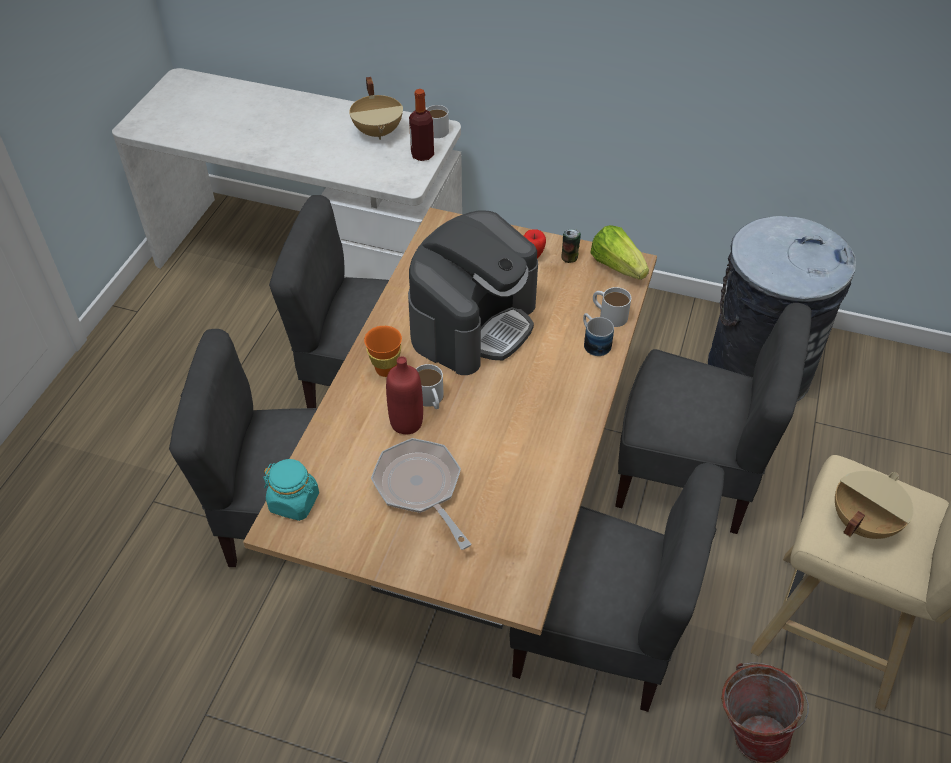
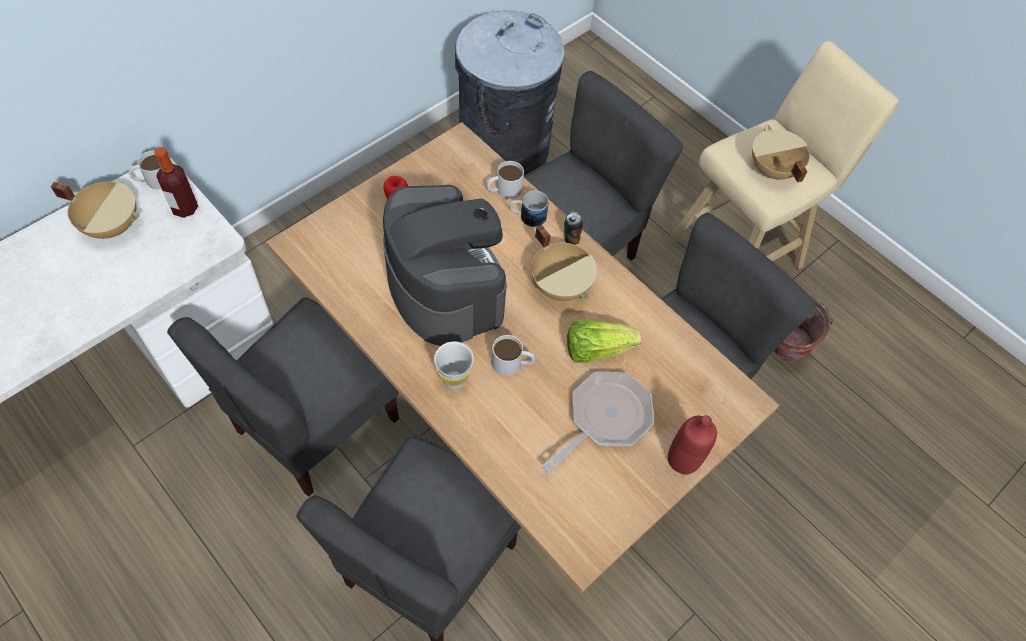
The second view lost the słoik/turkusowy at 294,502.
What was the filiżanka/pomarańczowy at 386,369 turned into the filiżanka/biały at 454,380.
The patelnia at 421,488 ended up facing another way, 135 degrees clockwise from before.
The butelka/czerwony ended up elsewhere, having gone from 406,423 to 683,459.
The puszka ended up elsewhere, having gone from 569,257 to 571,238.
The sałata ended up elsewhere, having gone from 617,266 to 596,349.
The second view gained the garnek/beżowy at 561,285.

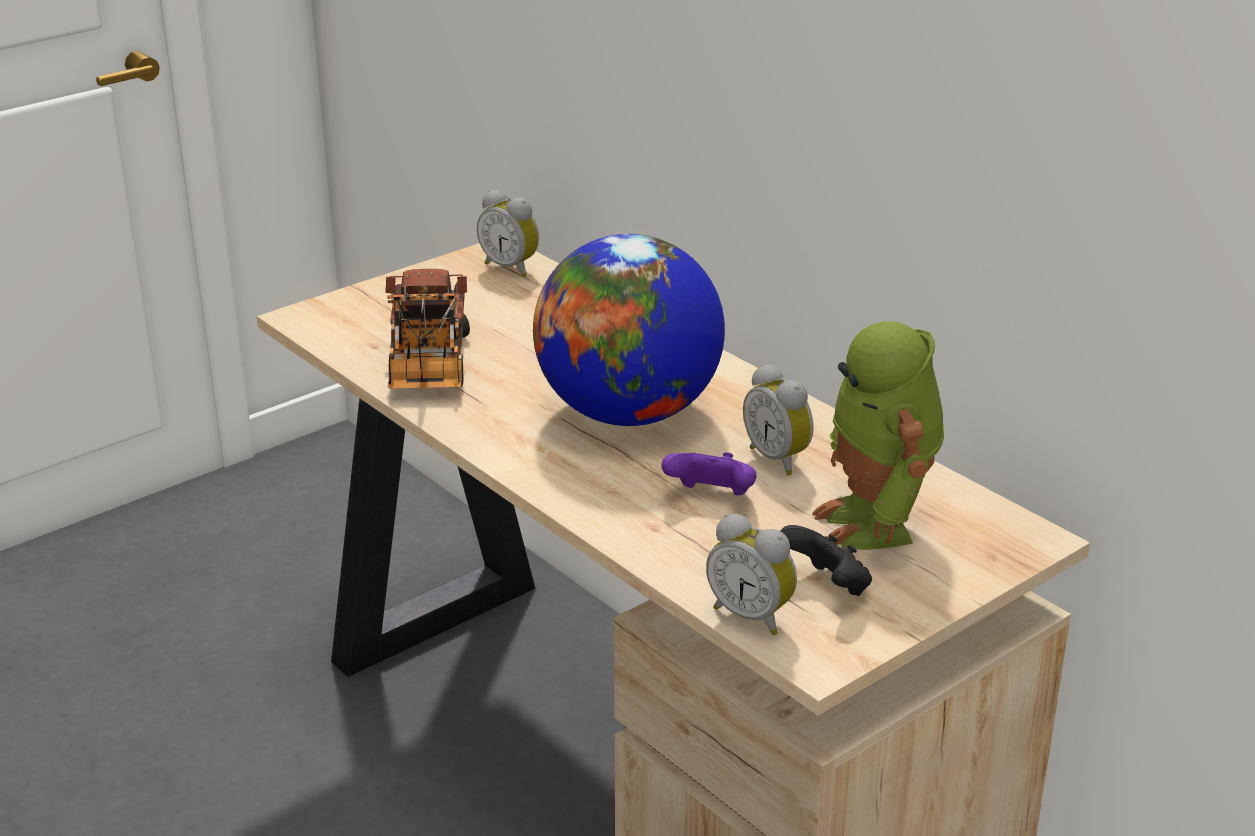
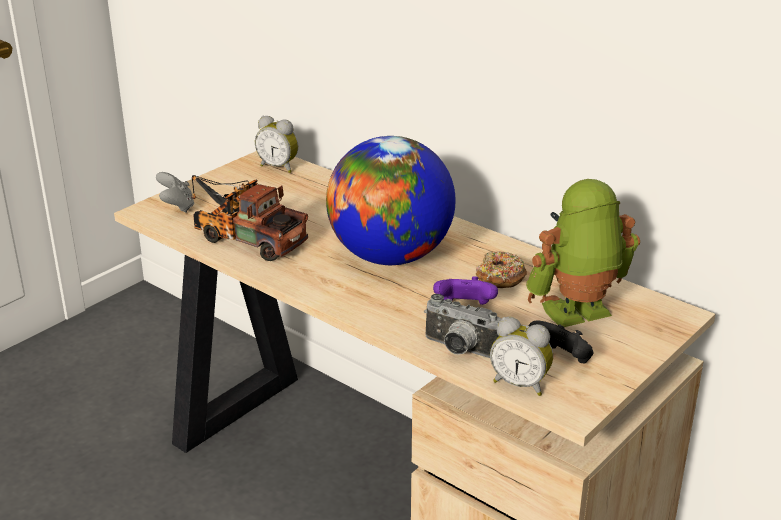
The ciężarówka zabawkowa at 428,369 ended up facing another way, 135 degrees clockwise from before.
Where the budzik stood at 779,458, the donut came to stand at 500,277.
The robot zabawkowy at 877,523 ended up facing another way, 90 degrees clockwise from before.
The second view gained the pad do gier/szary at 177,207.
The second view gained the aparat fotograficzny at 458,350.

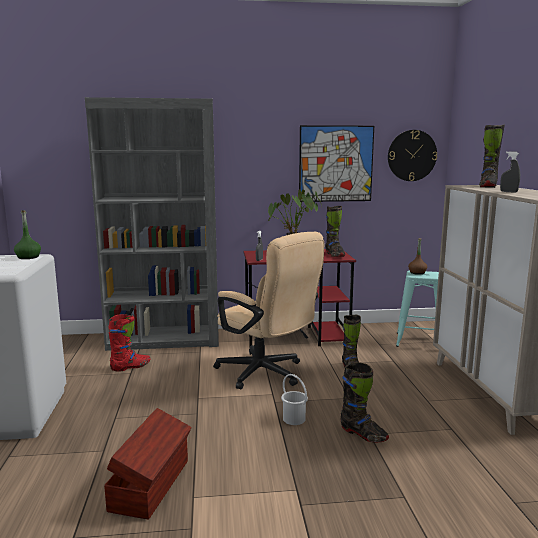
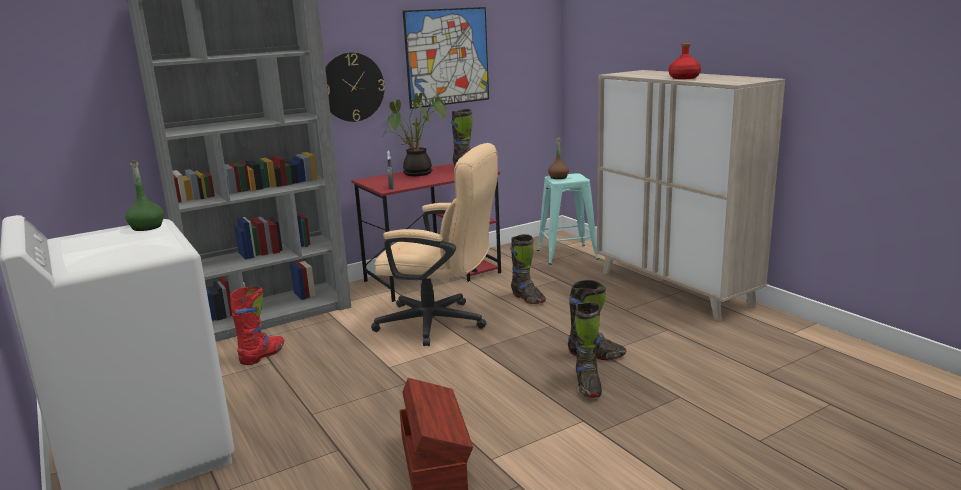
The second view lost the wiadro/biały at 294,419.
The zegar ścienny ended up elsewhere, having gone from 412,155 to 352,87.
The but z cholewką/czarny ended up elsewhere, having gone from 488,186 to 588,386.
Where the spryskiwacz/szary stood at 508,192, the butelka/czerwony came to stand at 683,78.

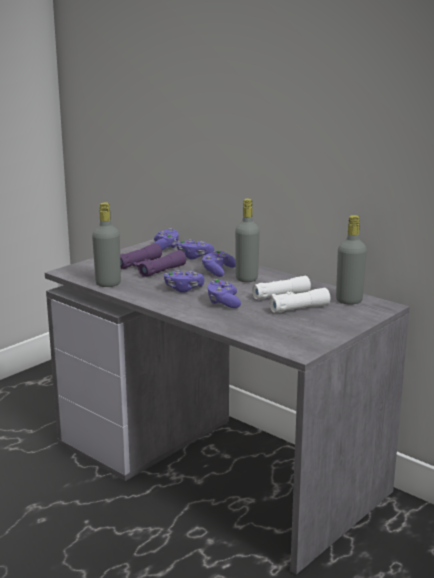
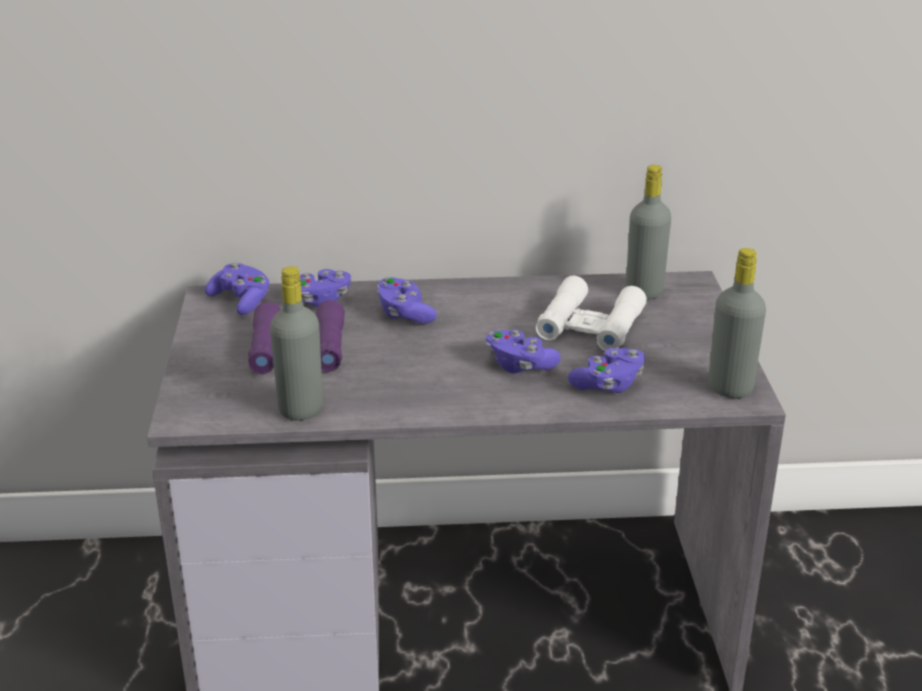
The pad do gier/fioletowy ended up elsewhere, having gone from 183,289 to 608,384.
The butelka/szary ended up elsewhere, having gone from 246,279 to 730,388.

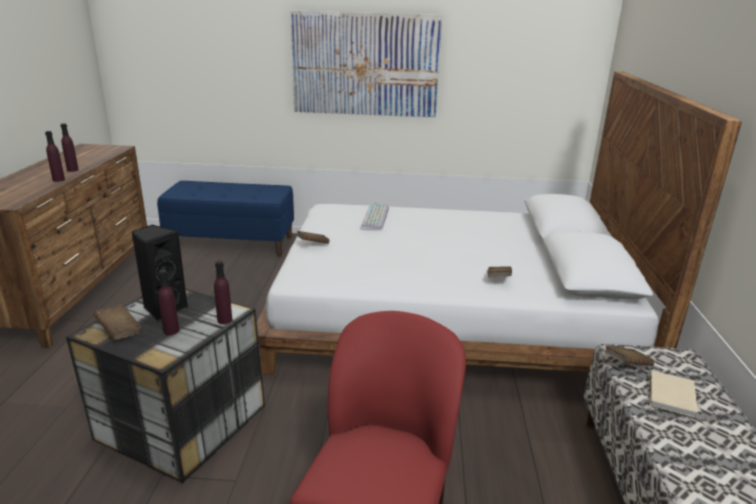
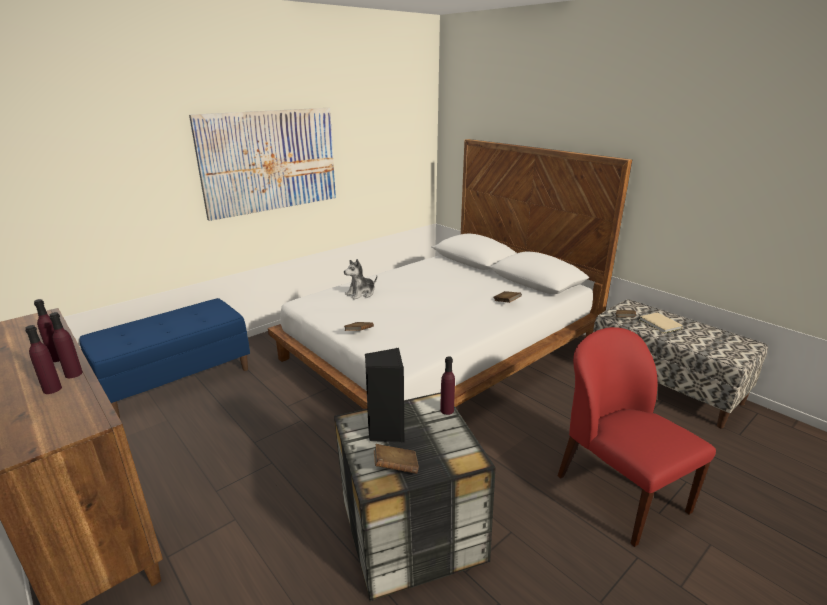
The butelka/fioletowy ended up elsewhere, having gone from 171,331 to 52,389.
Where the klawiatura stood at 376,217, the pluszak came to stand at 361,293.

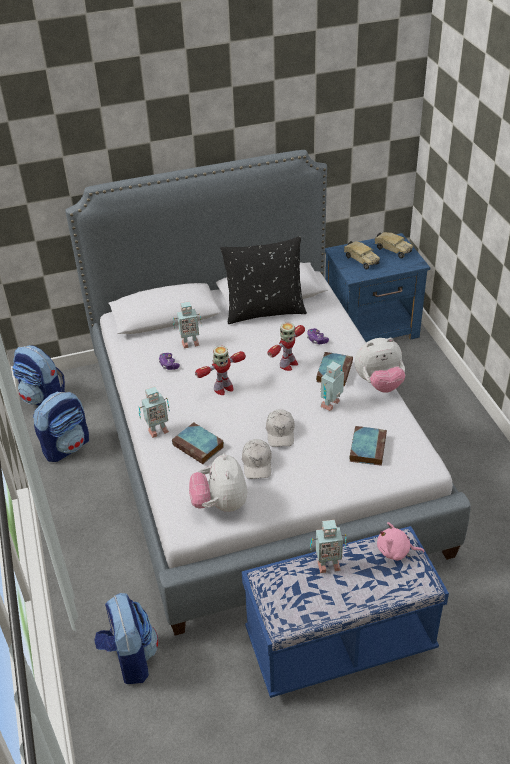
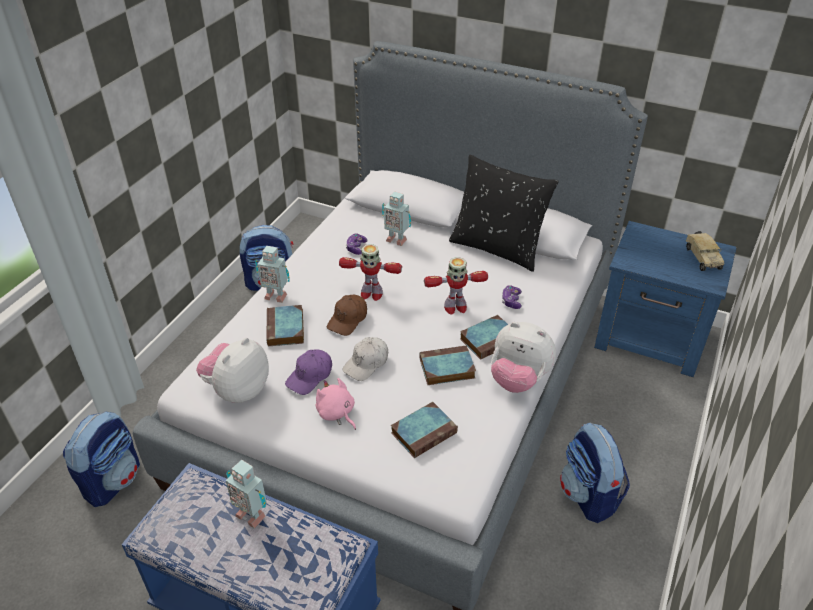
The plecak ended up elsewhere, having gone from 44,399 to 589,495.
What was the czapka z daszkiem/biały at 257,463 turned into the czapka z daszkiem/fioletowy at 310,376.
Where the robot zabawkowy stood at 332,404, the książka came to stand at 446,369.
The second view lost the ciężarówka zabawkowa at 360,260.
The pluszak/różowy ended up elsewhere, having gone from 396,551 to 336,413.
The second view gained the czapka z daszkiem/brązowy at 348,319.

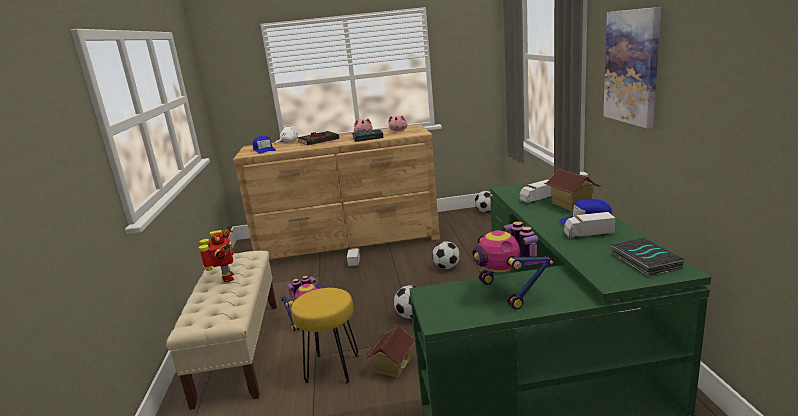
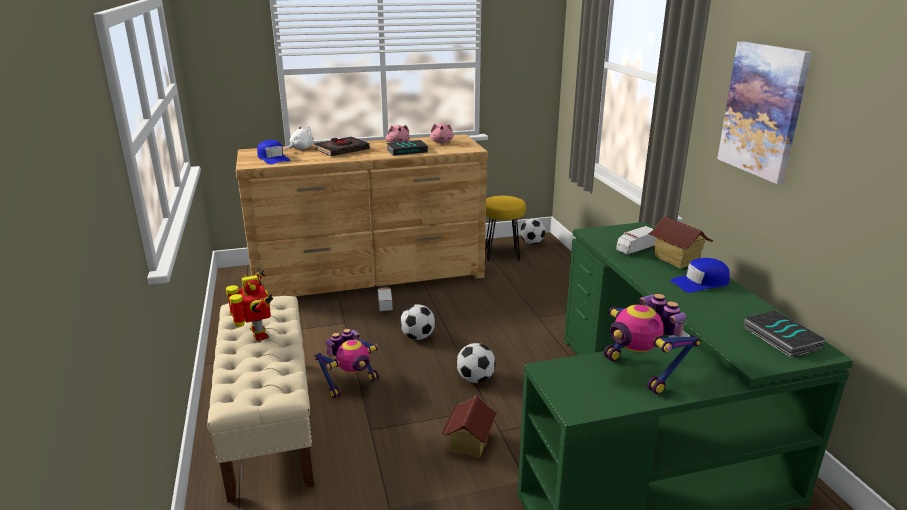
The stołek/żółty ended up elsewhere, having gone from 332,368 to 501,253.
The piłka futbolowa ended up elsewhere, having gone from 447,267 to 418,337.
The second view lost the ciężarówka zabawkowa at 588,234.

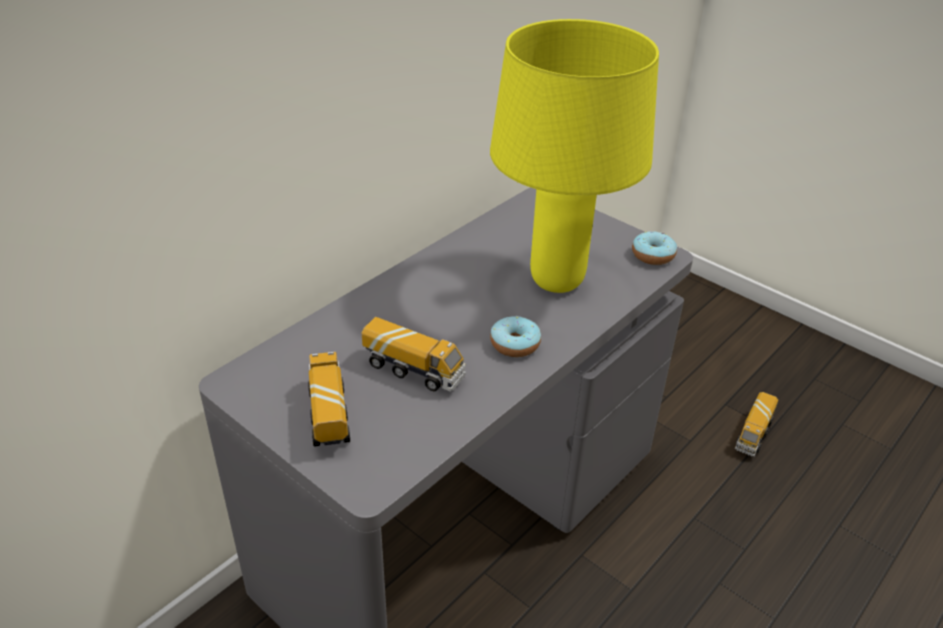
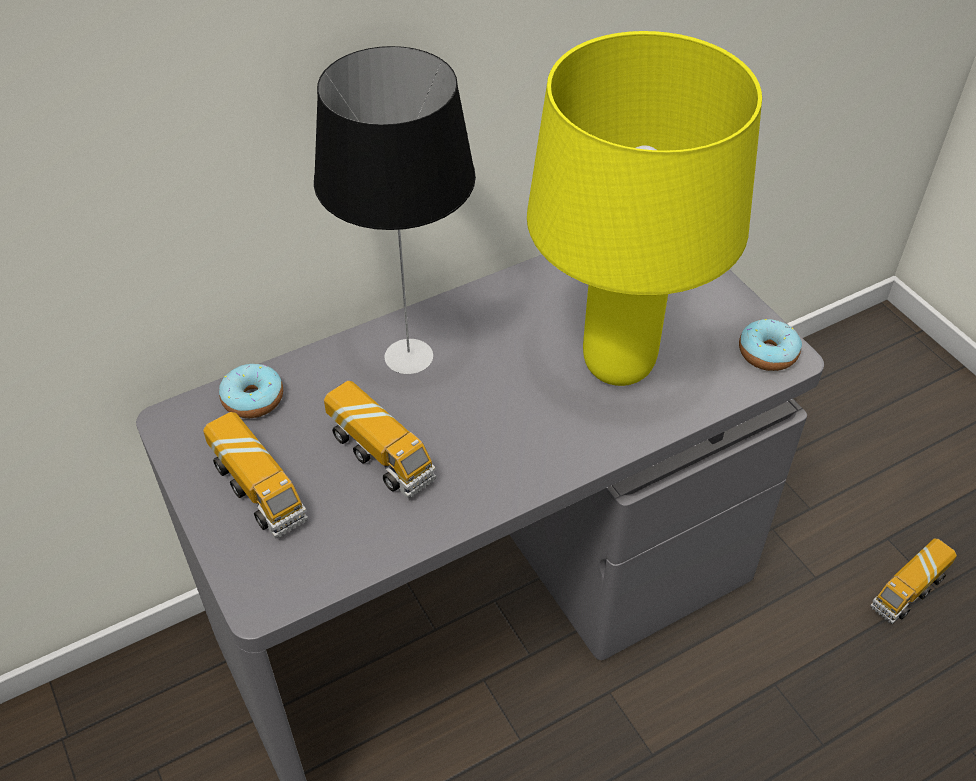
The ciężarówka zabawkowa at 329,414 ended up facing another way, 135 degrees clockwise from before.
The donut ended up elsewhere, having gone from 514,344 to 253,399.
The second view gained the lampa stołowa at 409,355.

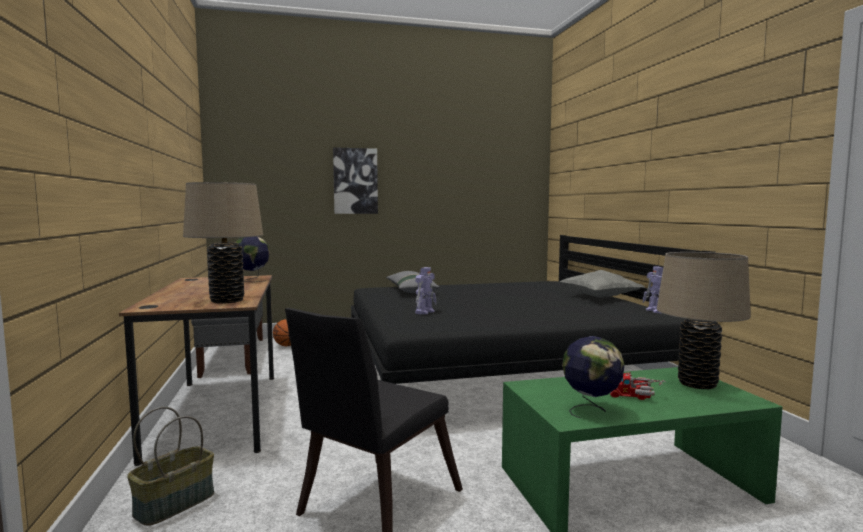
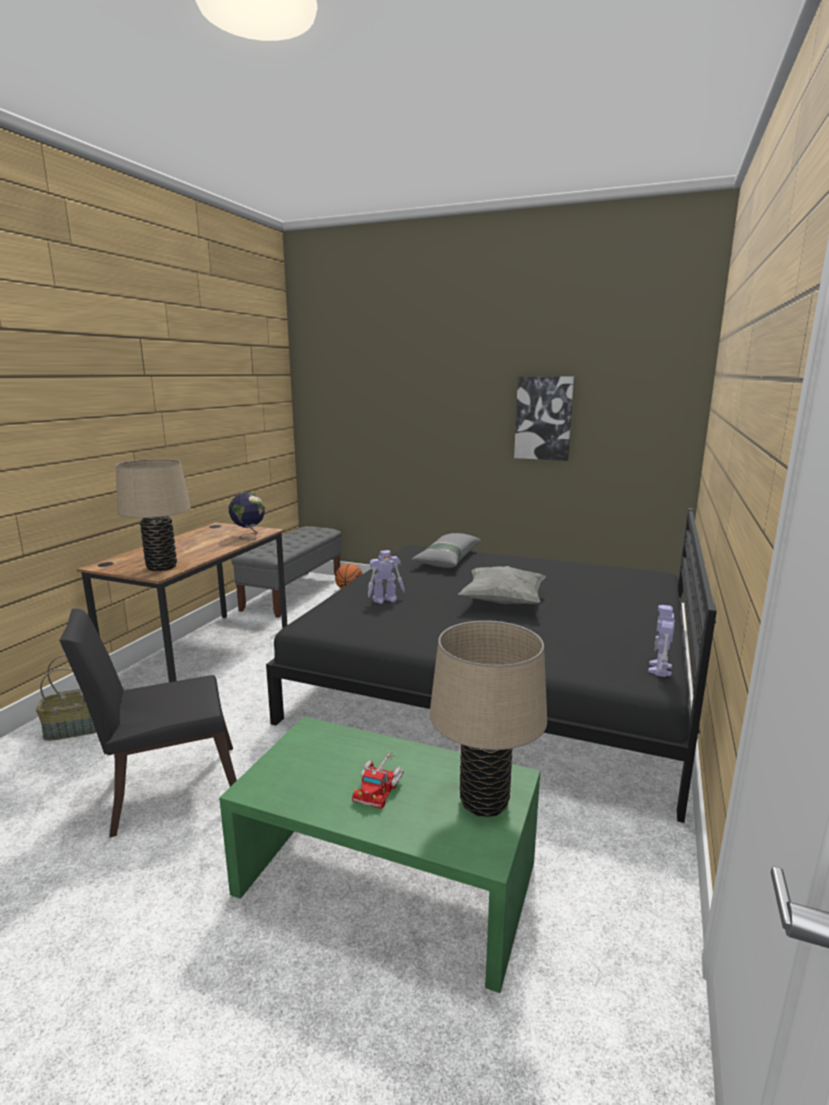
The obraz ended up elsewhere, having gone from 355,181 to 543,418.
The poduszka/szary ended up elsewhere, having gone from 600,298 to 503,602.
The second view lost the globus at 591,410.
The ciężarówka zabawkowa at 635,395 ended up facing another way, 120 degrees counterclockwise from before.

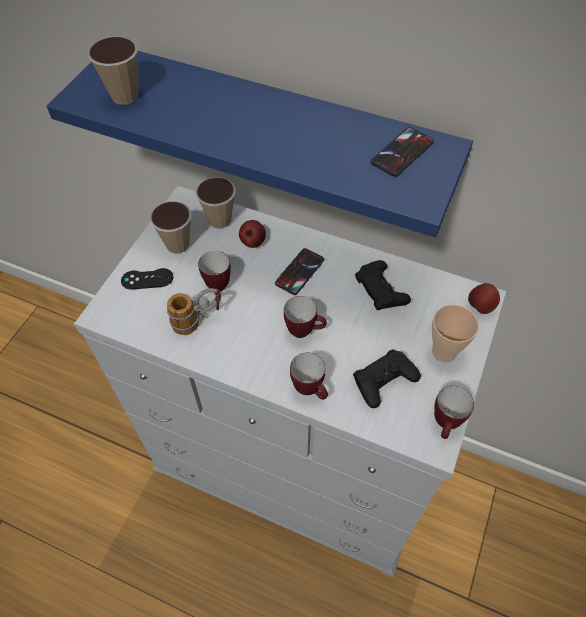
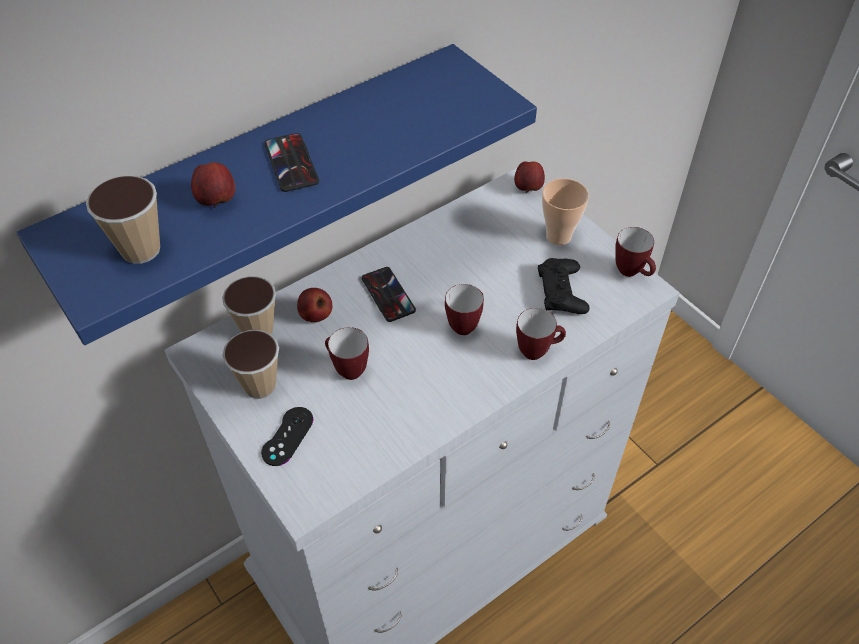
The second view lost the kubek at 198,320.
The second view lost the pad do gier/czarny at 381,289.
The telefon ended up elsewhere, having gone from 402,152 to 291,163.
The second view gained the jabłko at 217,201.

